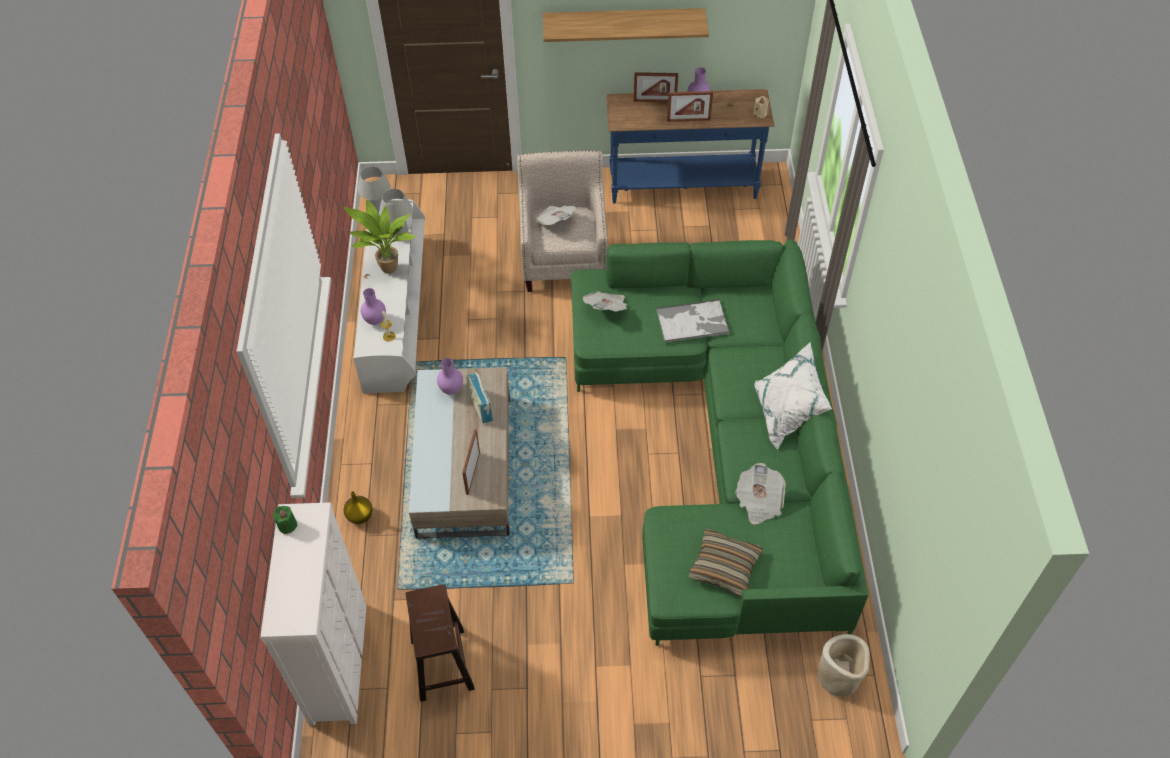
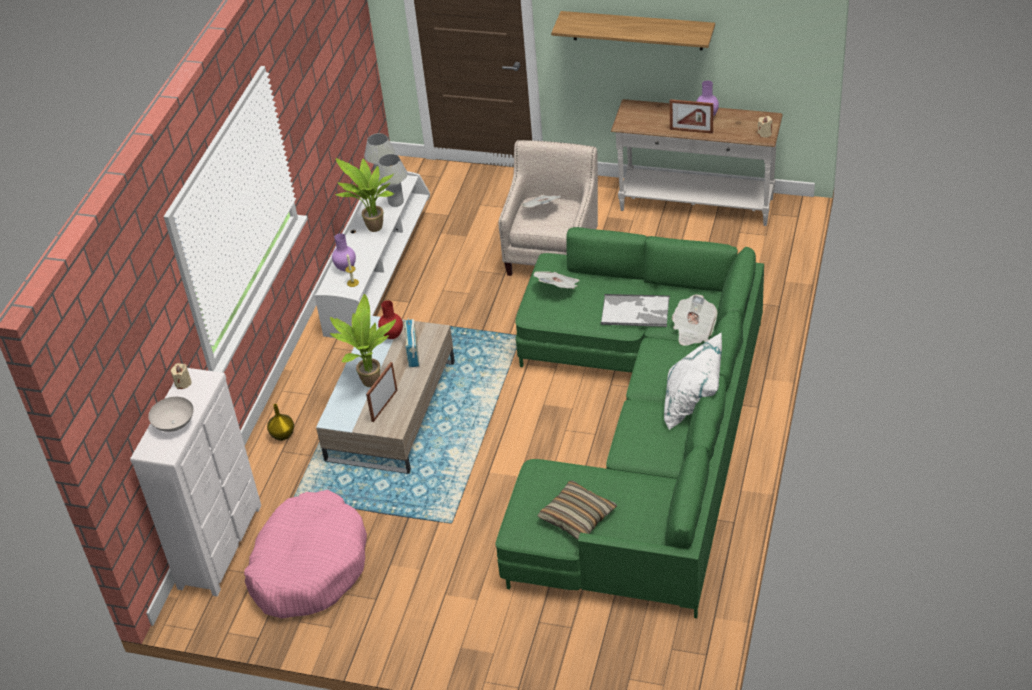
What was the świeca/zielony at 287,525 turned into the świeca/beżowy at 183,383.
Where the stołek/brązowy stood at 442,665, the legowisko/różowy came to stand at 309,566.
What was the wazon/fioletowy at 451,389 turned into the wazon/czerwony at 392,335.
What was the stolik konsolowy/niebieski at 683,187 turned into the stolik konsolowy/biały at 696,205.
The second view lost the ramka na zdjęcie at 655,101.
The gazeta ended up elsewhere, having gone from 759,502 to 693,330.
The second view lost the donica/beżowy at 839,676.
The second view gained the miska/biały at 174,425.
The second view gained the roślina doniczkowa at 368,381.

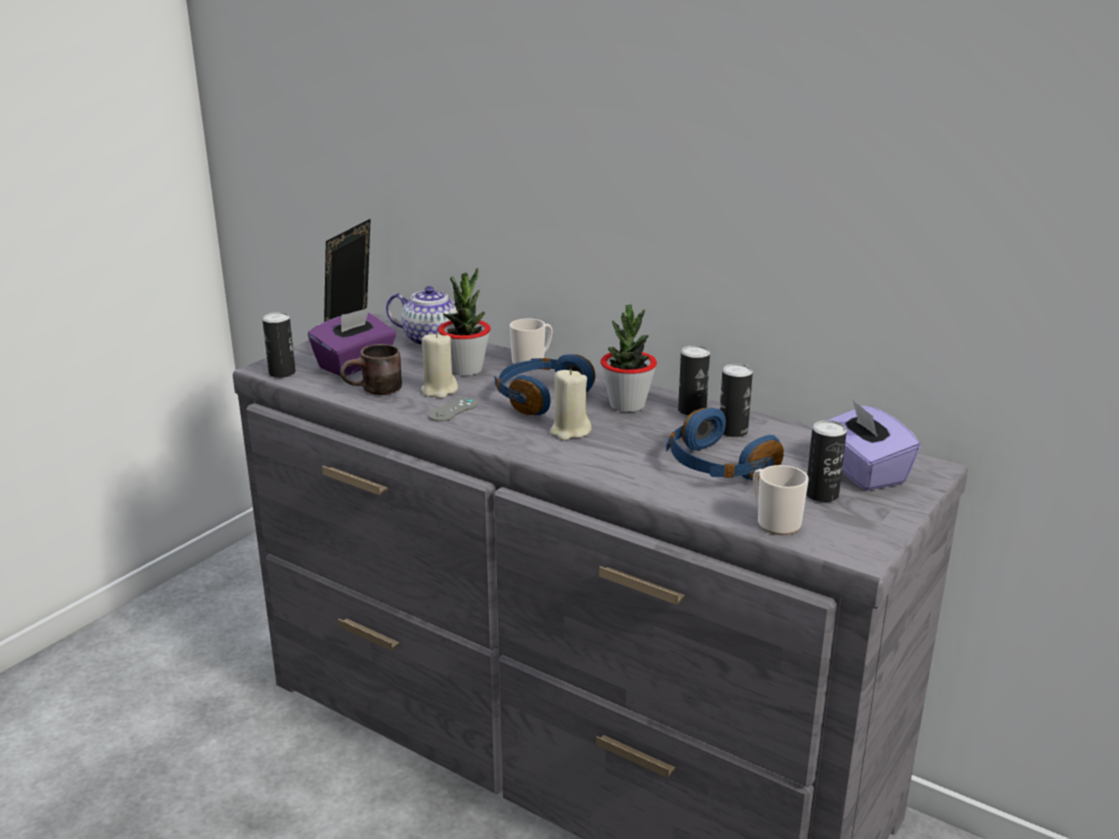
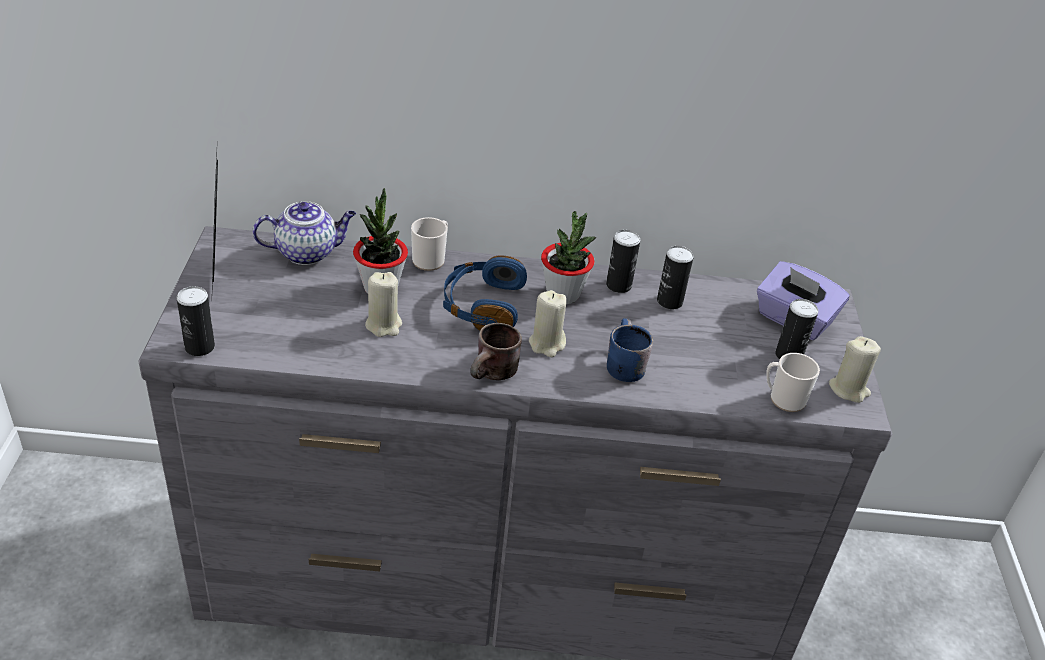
The second view lost the pudełko chusteczek/fioletowy at 355,365.
The kubek/brązowy ended up elsewhere, having gone from 375,391 to 495,375.
The second view lost the pad do gier/szary at 453,410.
The second view lost the słuchawki/niebieski at 717,467.
The second view gained the kubek/niebieski at 621,364.
The second view gained the świeca/beżowy at 849,389.

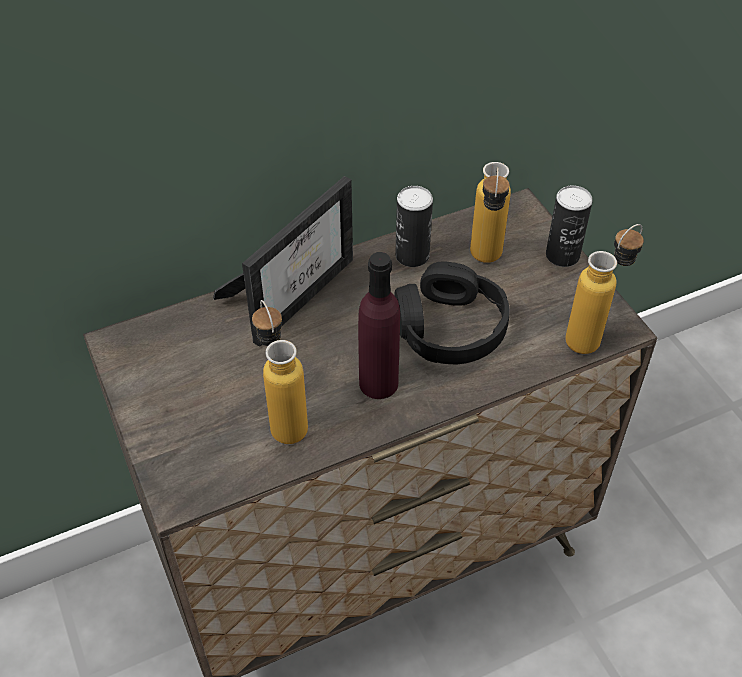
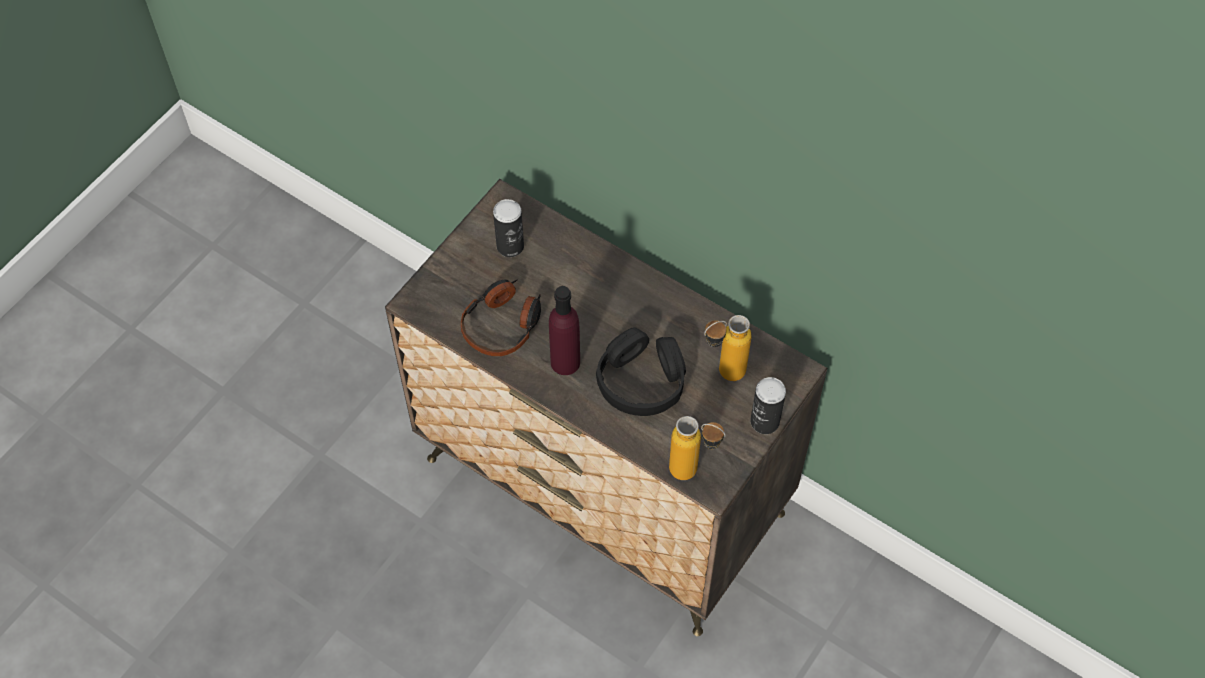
The second view lost the ramka na zdjęcie at 295,291.
Where the butelka stood at 283,418, the słuchawki came to stand at 503,324.
The puszka ended up elsewhere, having gone from 412,255 to 510,246.

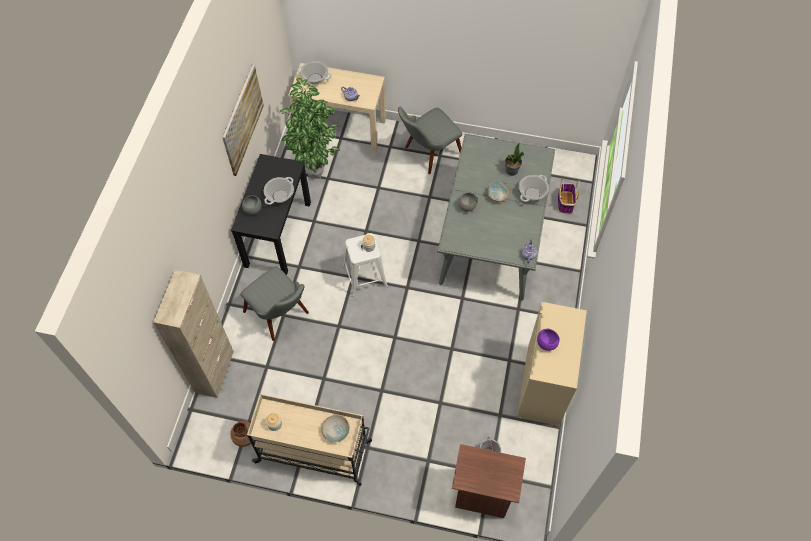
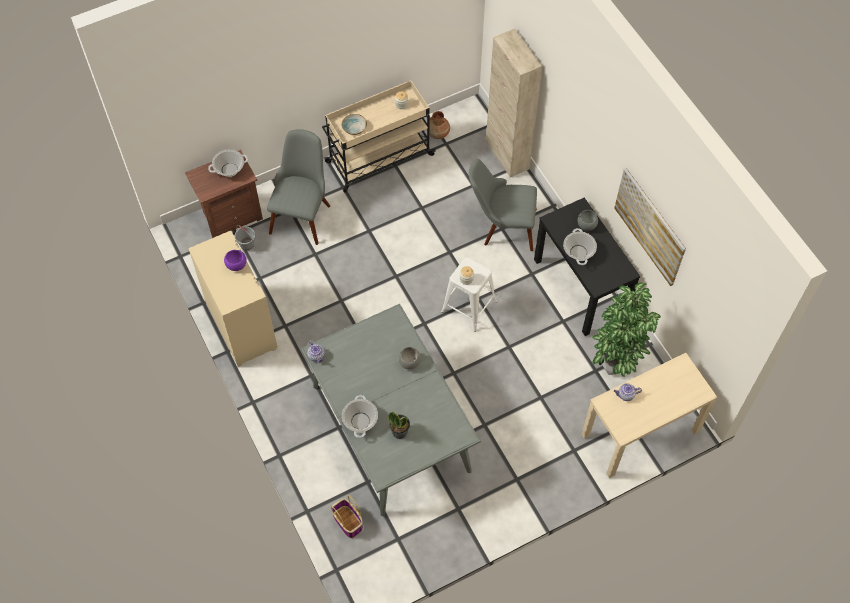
The garnek ended up elsewhere, having gone from 315,78 to 229,170.
The krzesło/szary ended up elsewhere, having gone from 427,154 to 302,212.
The second view lost the miska at 498,195.

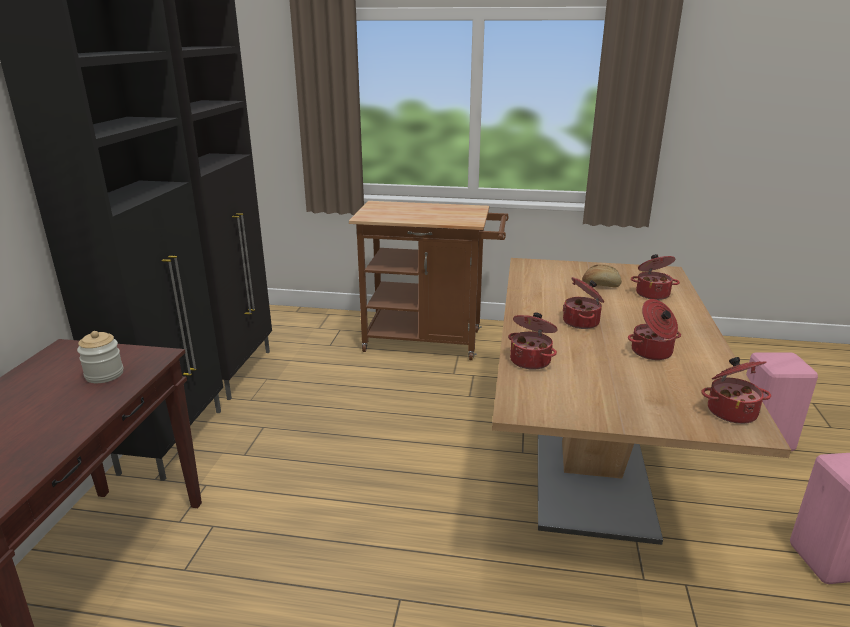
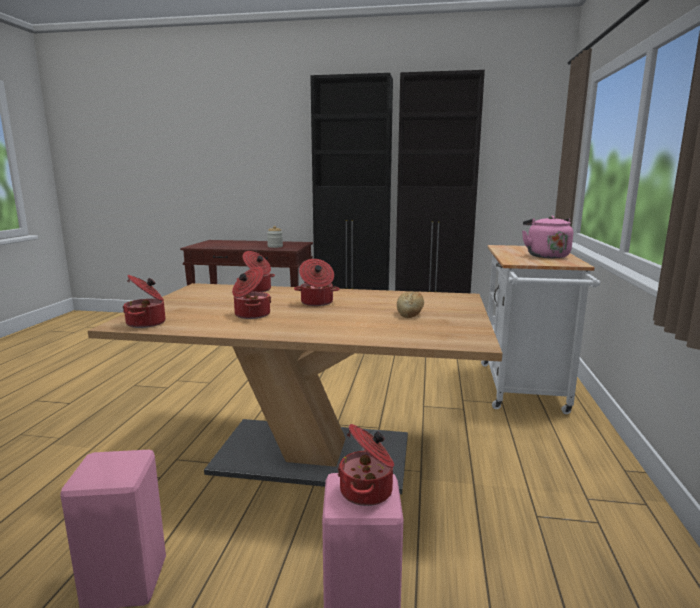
What was the wózek/brązowy at 431,341 turned into the wózek/biały at 523,391.
The garnek ended up elsewhere, having gone from 652,294 to 368,491.
The second view gained the czajnik/różowy at 545,256.

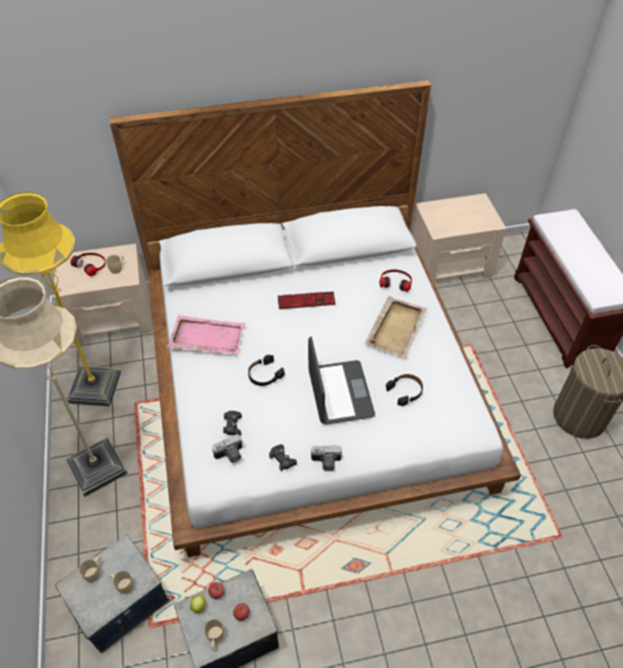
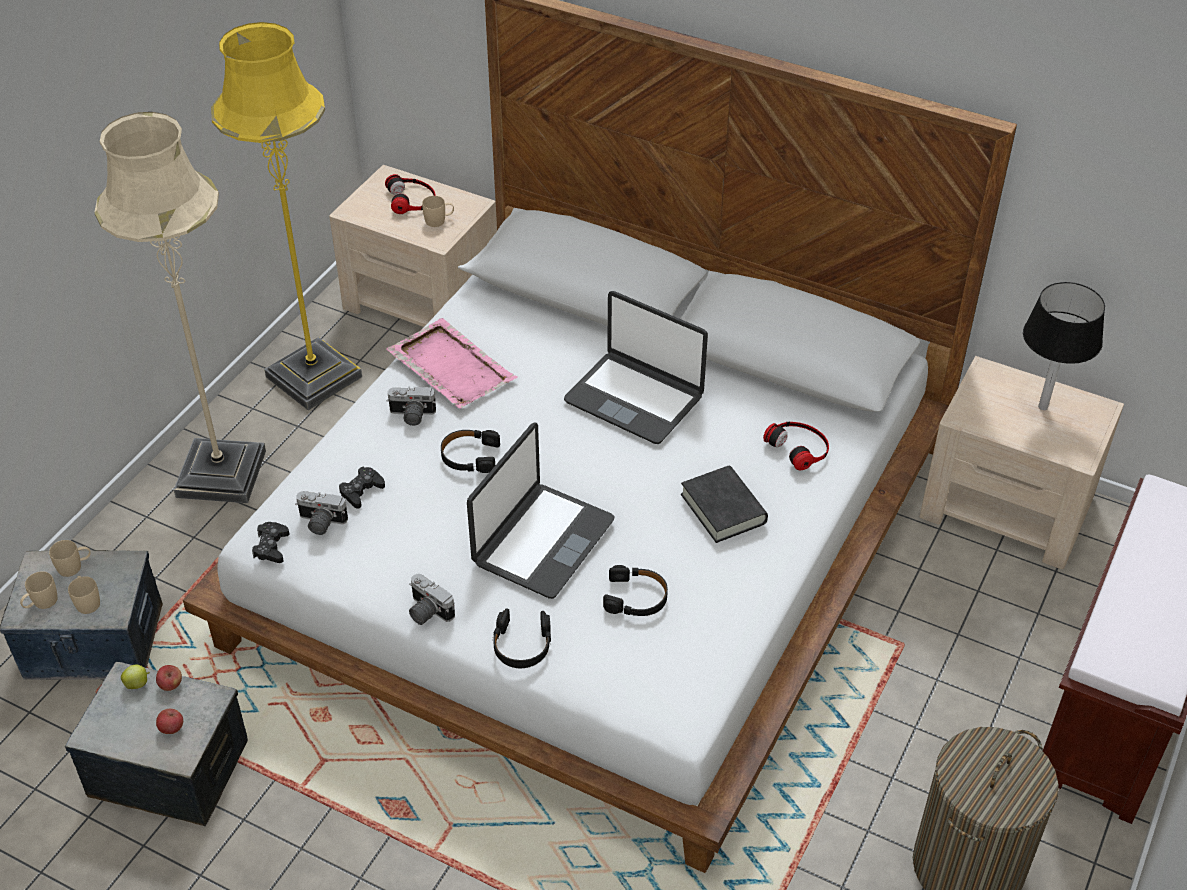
The kubek/beżowy ended up elsewhere, having gone from 215,638 to 41,603.
The pad do gier/czarny ended up elsewhere, having gone from 282,459 to 271,547.
Where the klawiatura stood at 306,301, the laptop came to stand at 634,398.
Where the taca/beżowy stood at 396,328, the książka/czarny came to stand at 723,509.
The second view gained the aparat fotograficzny at 411,416.
The second view gained the słuchawki/czarny at 522,645.
The second view gained the lampa stołowa/czarny at 1043,407.

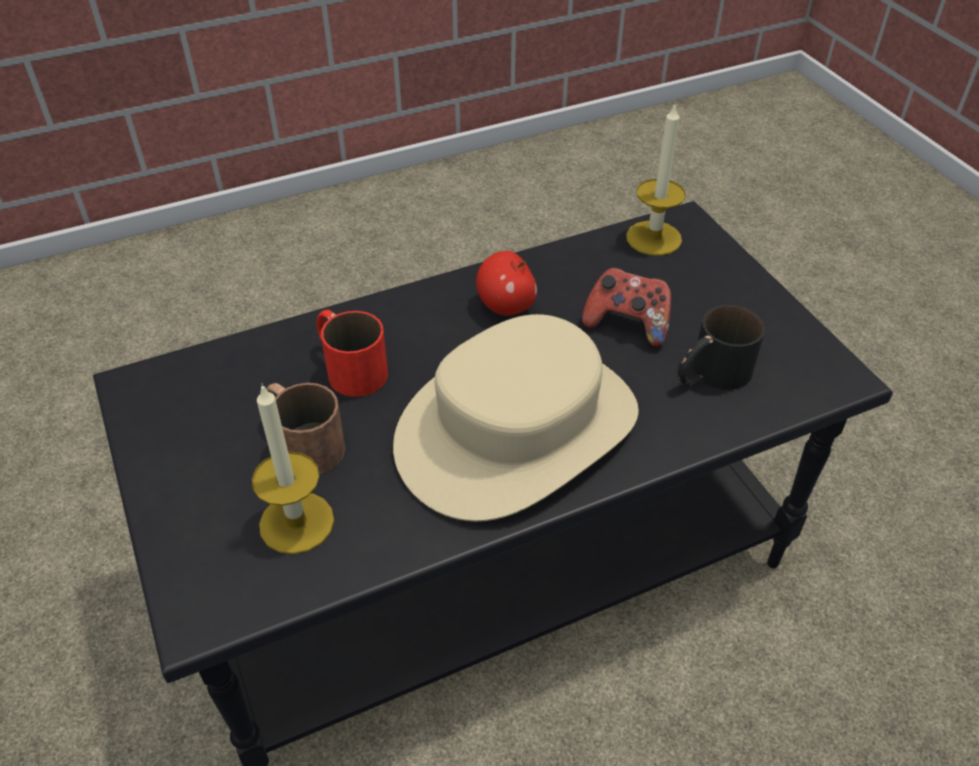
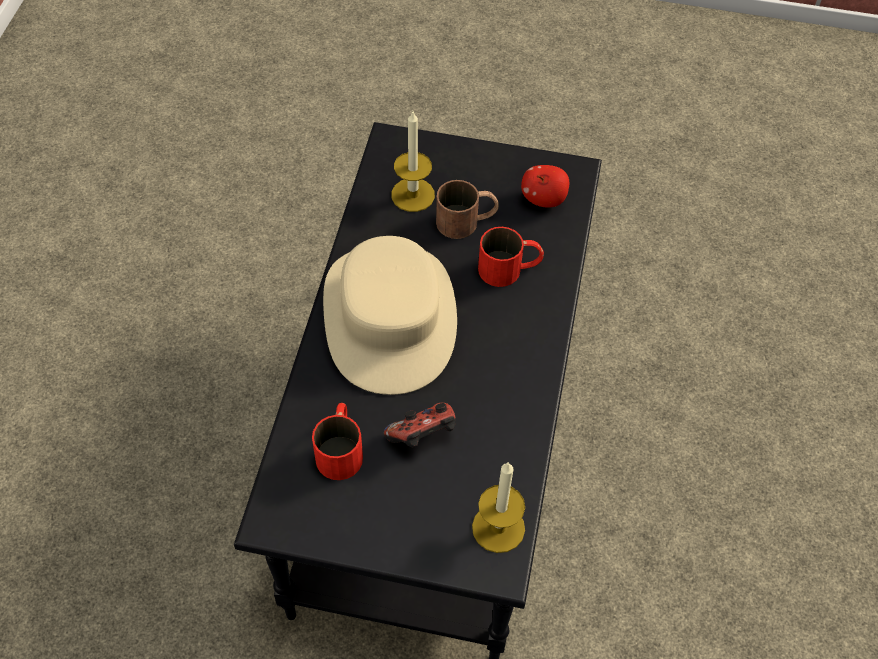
The jabłko ended up elsewhere, having gone from 506,306 to 544,199.
What was the kubek/czarny at 710,374 turned into the kubek/czerwony at 340,447.

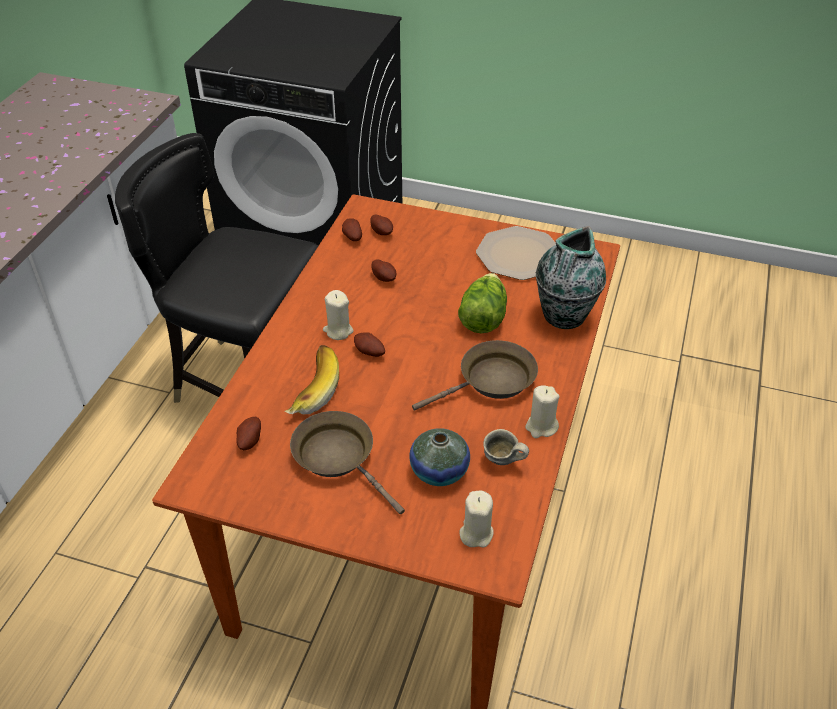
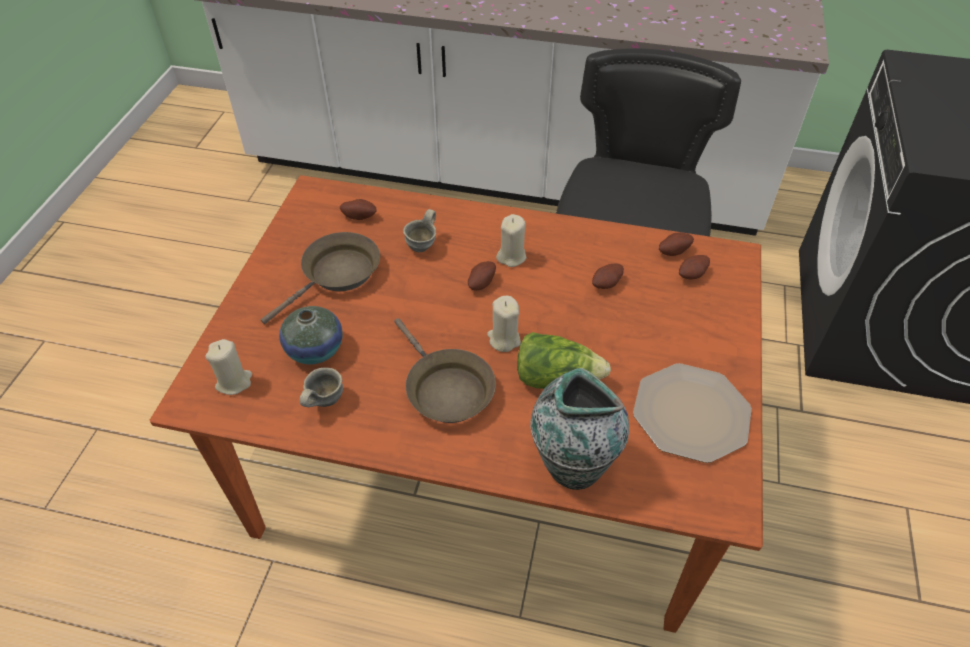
Where the banan stood at 310,390, the kubek/szary came to stand at 424,246.
The świeca/beżowy ended up elsewhere, having gone from 541,427 to 504,339.

